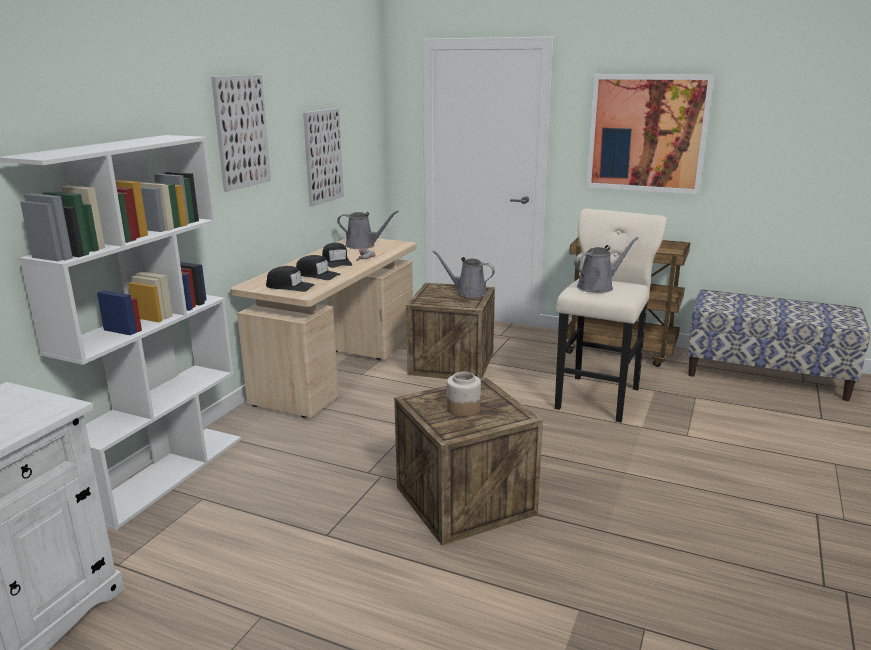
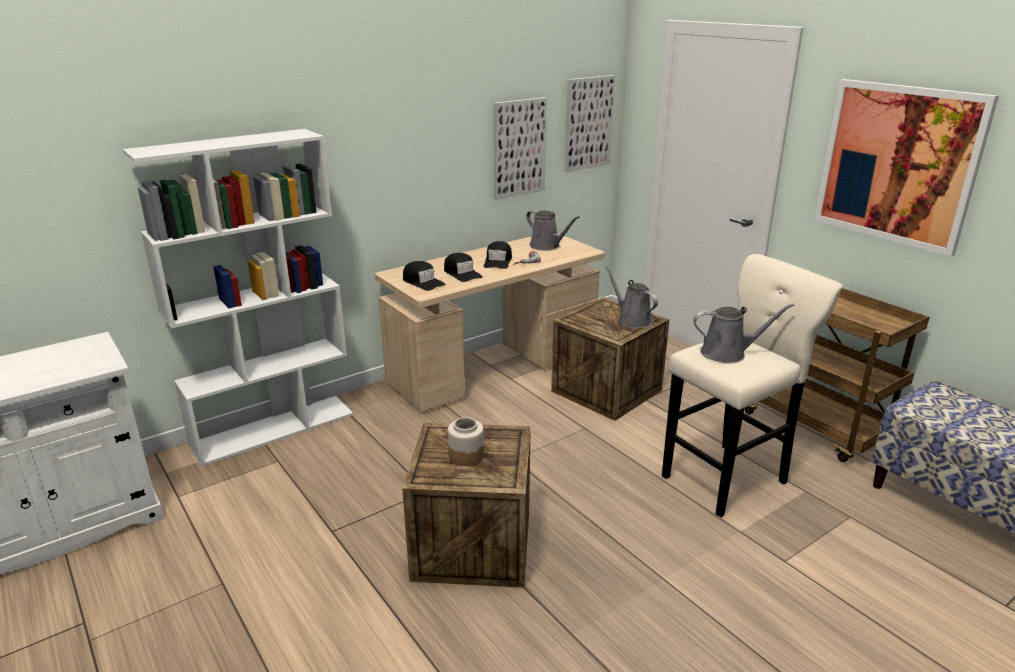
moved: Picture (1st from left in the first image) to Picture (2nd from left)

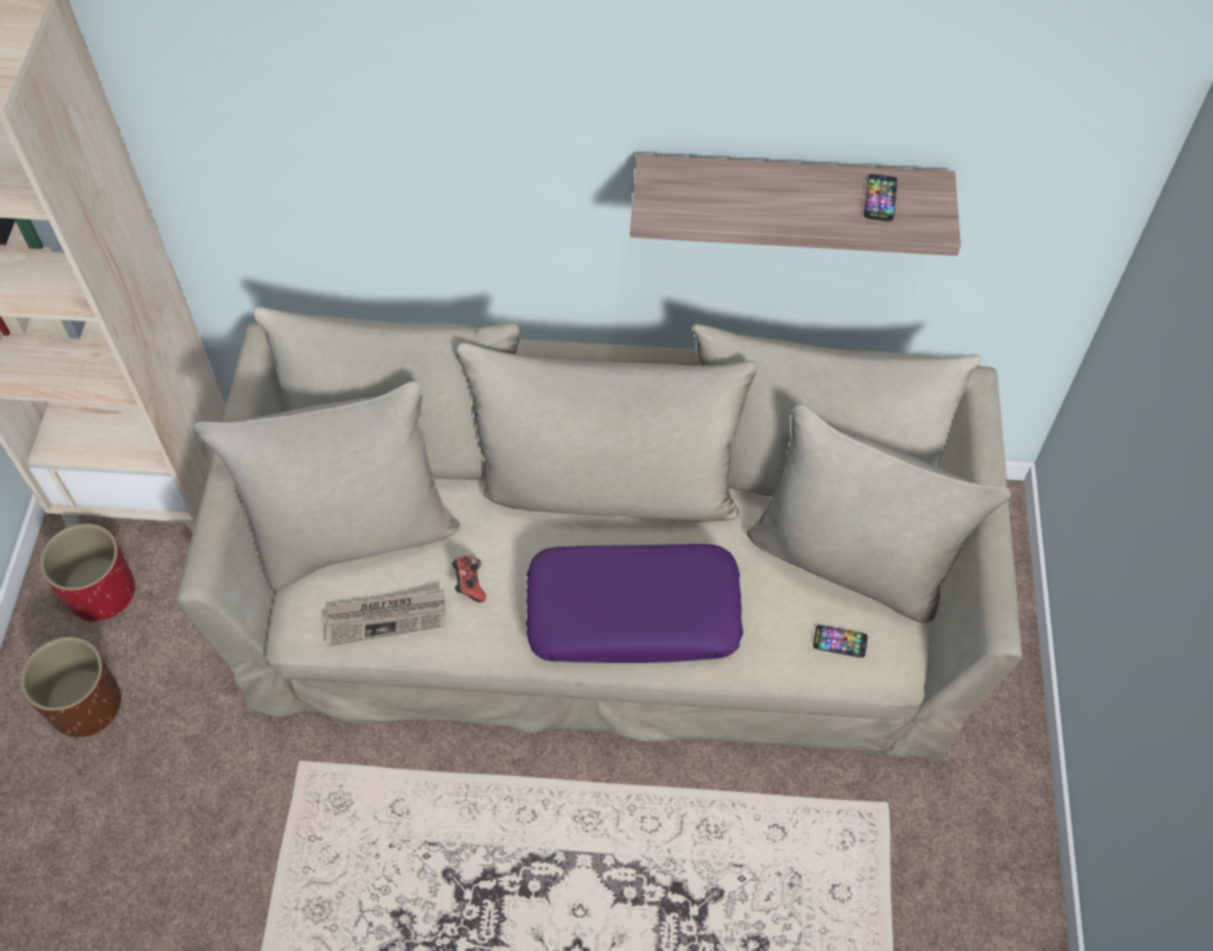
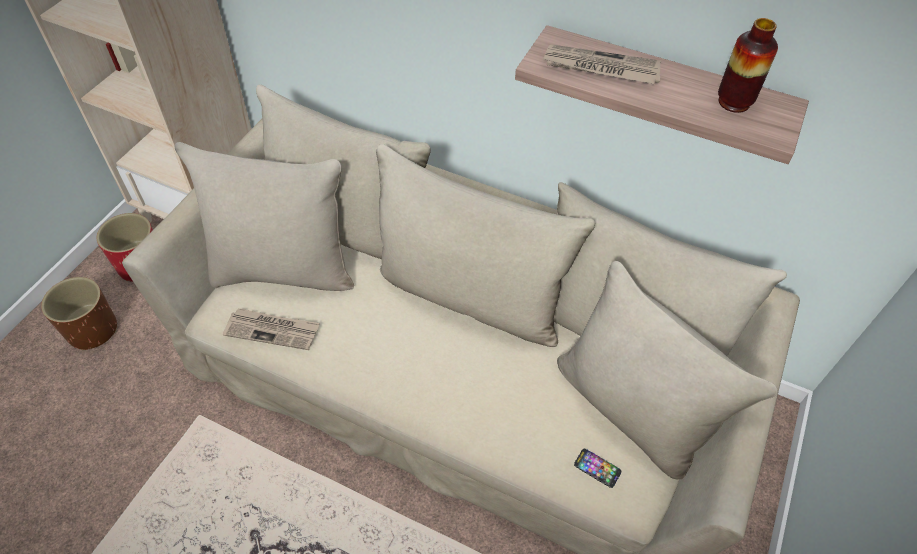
removed: PurplePillow; GameController
added: Newspaper (2nd from left)
replaced: Phone (2nd from left) to Vase

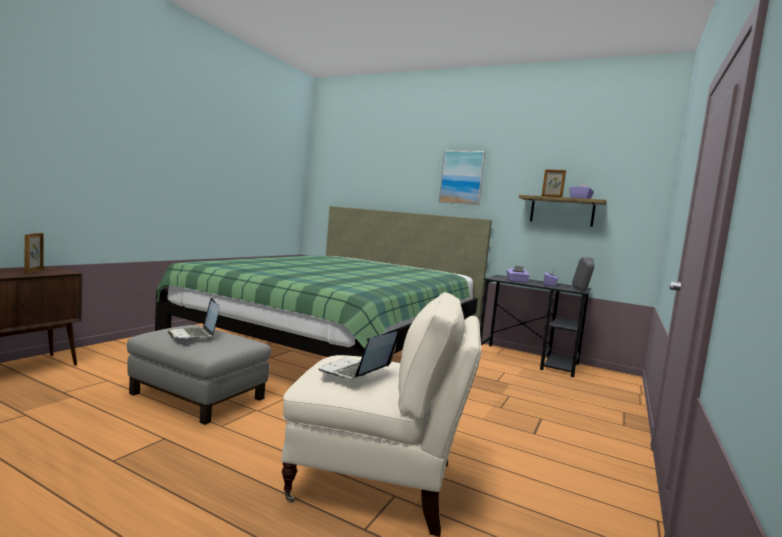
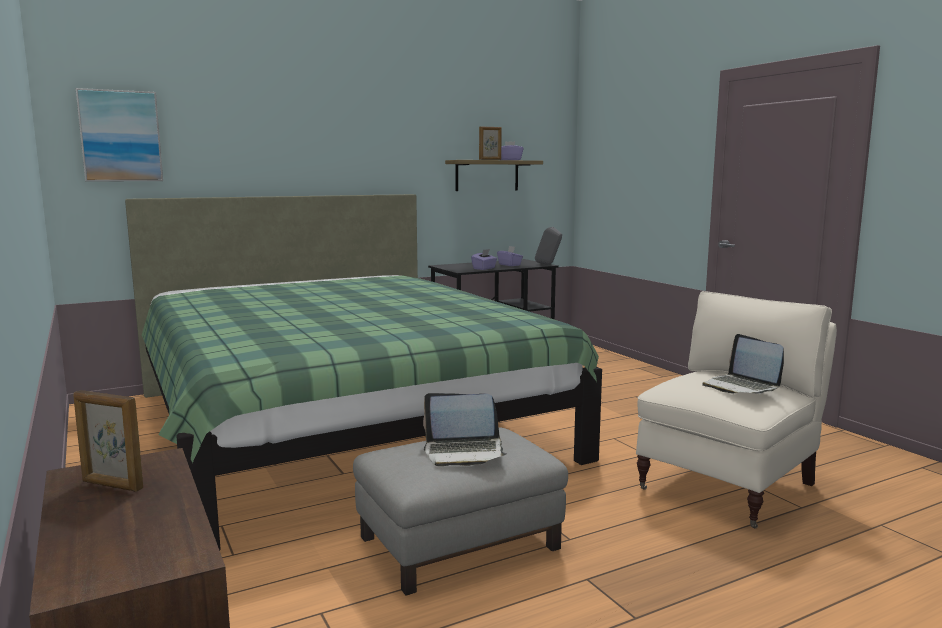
moved: Picture

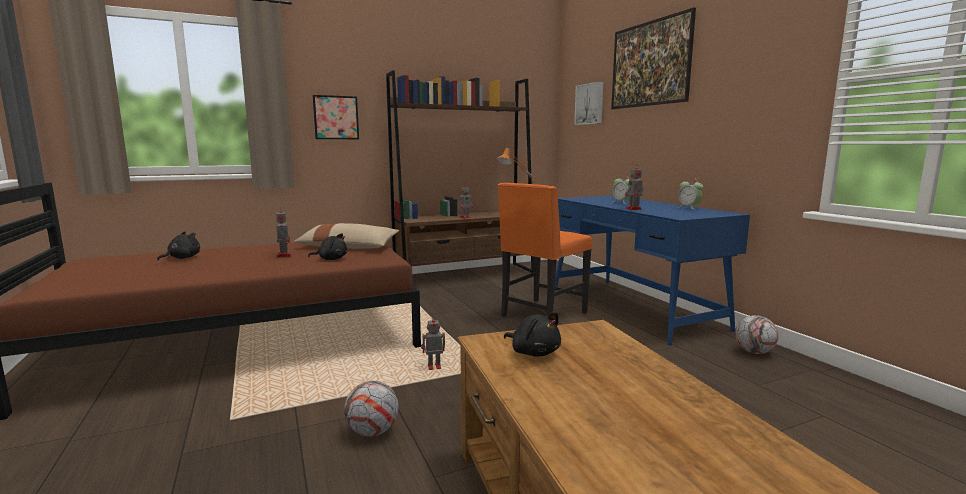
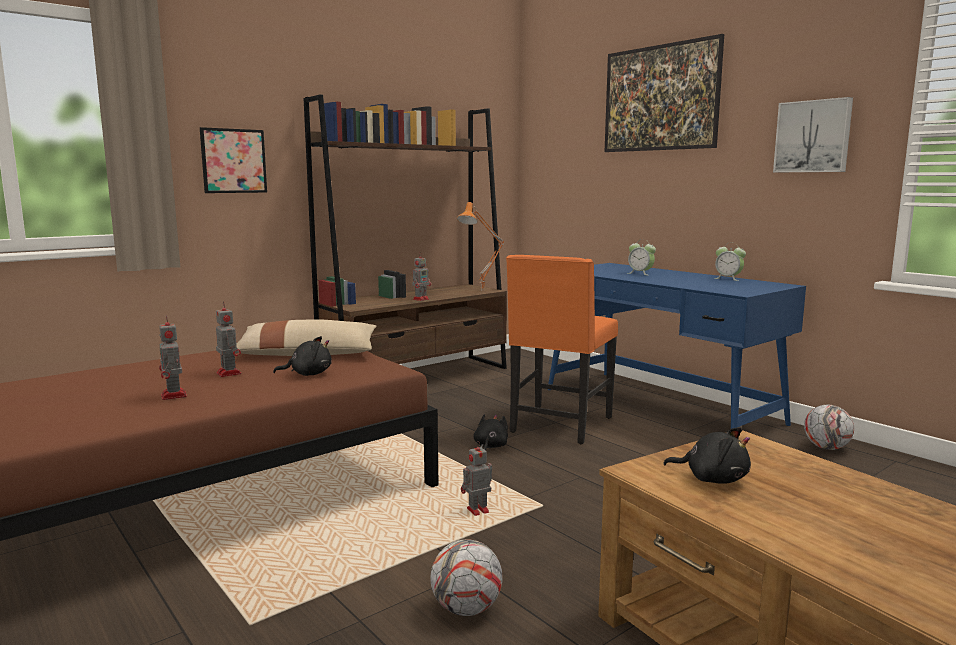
moved: Picture (2nd from left in the first image) to Picture (3rd from left); ToyRobot (4th from left in the first image) to ToyRobot (1st from left); BlackPlushToy (1st from left in the first image) to BlackPlushToy (2nd from left)

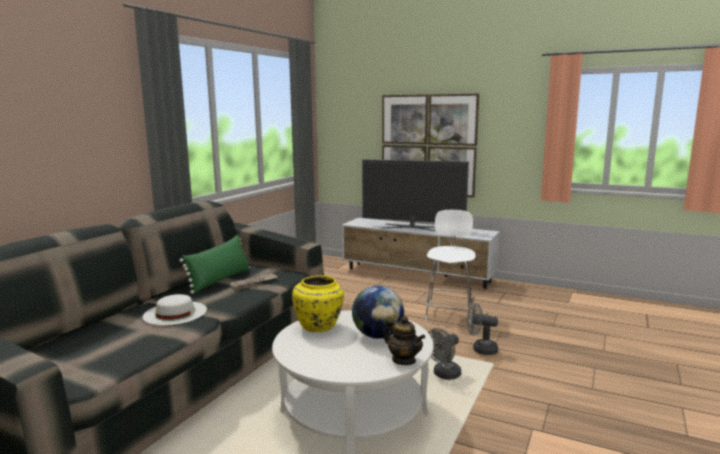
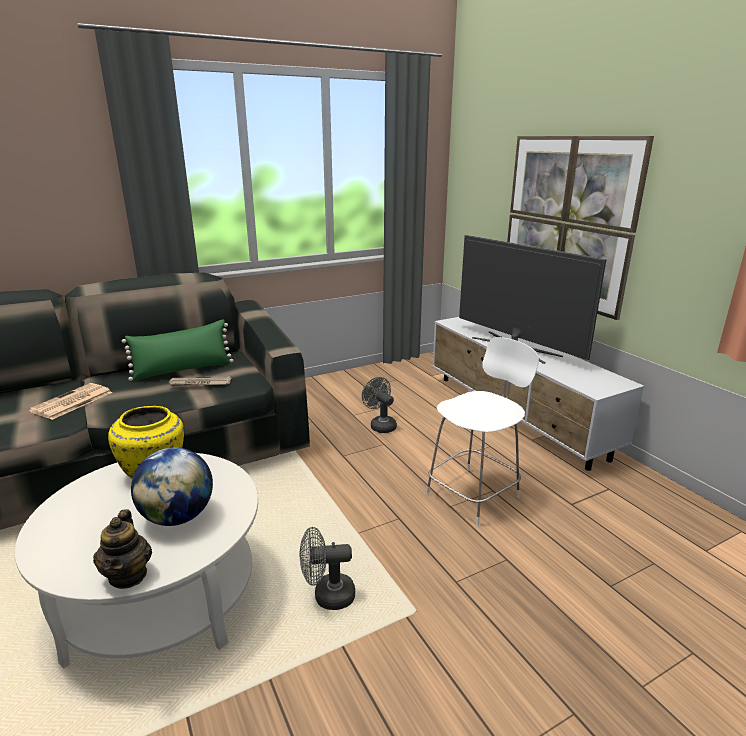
moved: GreyFan (2nd from left)
replaced: WhiteHat to Newspaper (1st from left)

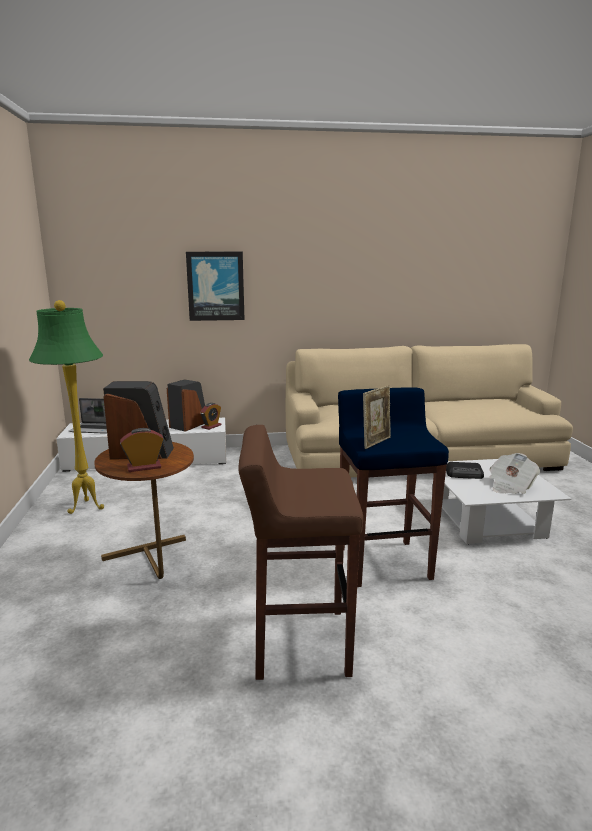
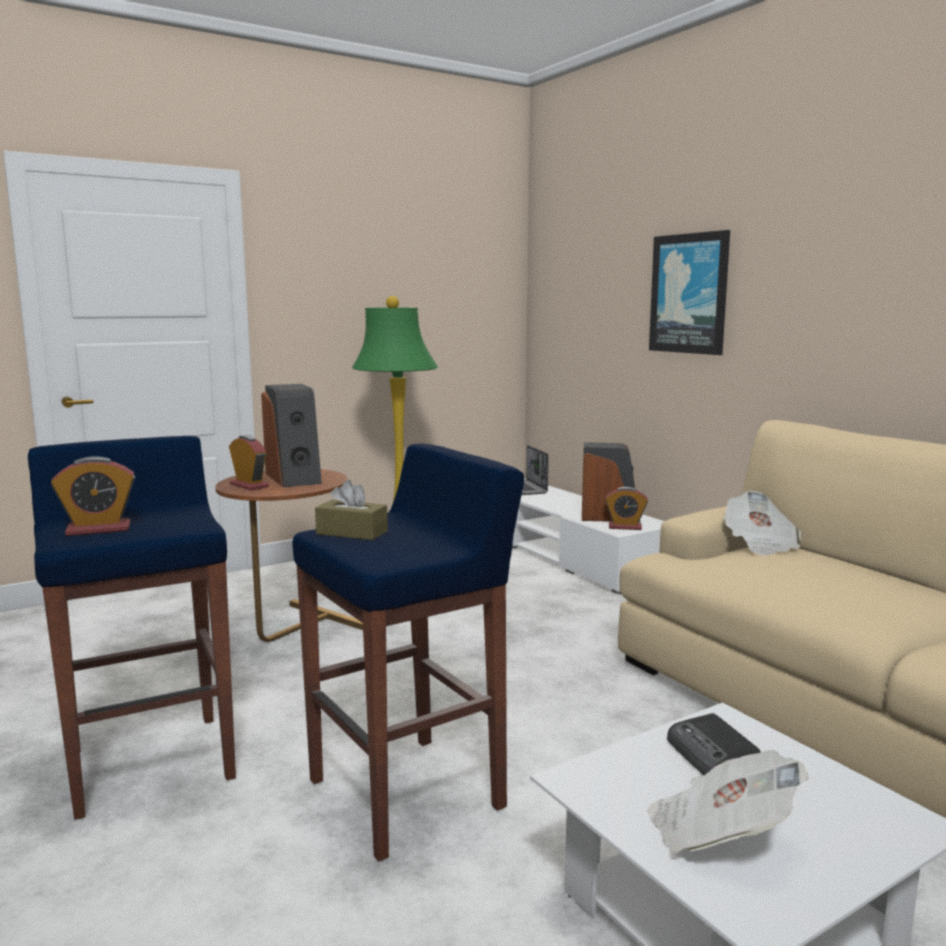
added: AlarmClock (1st from left); Newspaper (2nd from left)
replaced: PictureFrame to BrownTissueBox
recoloured: BrownStool to BlueStool (1st from left)

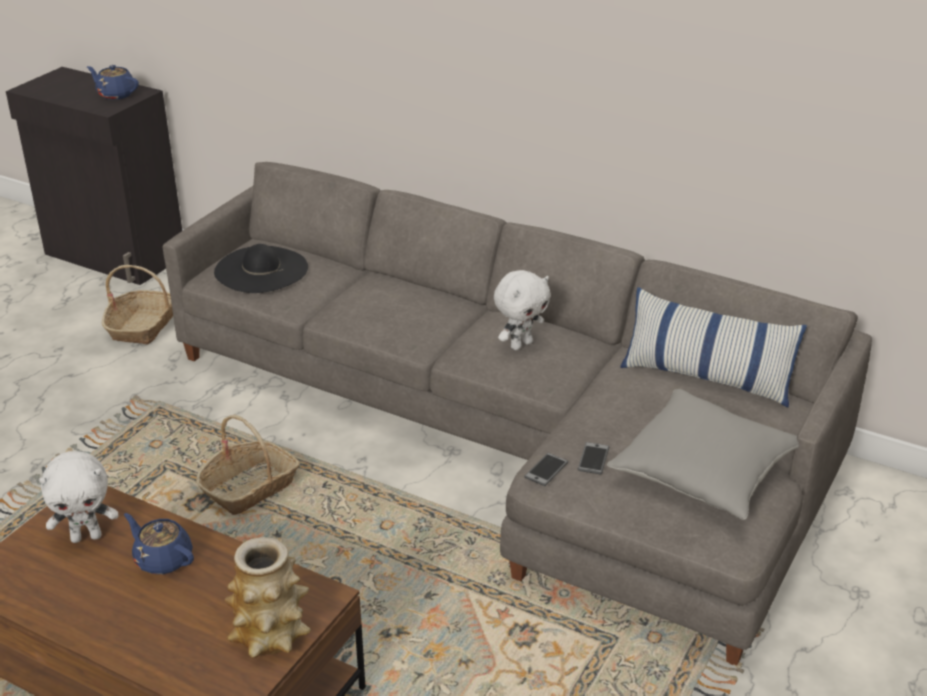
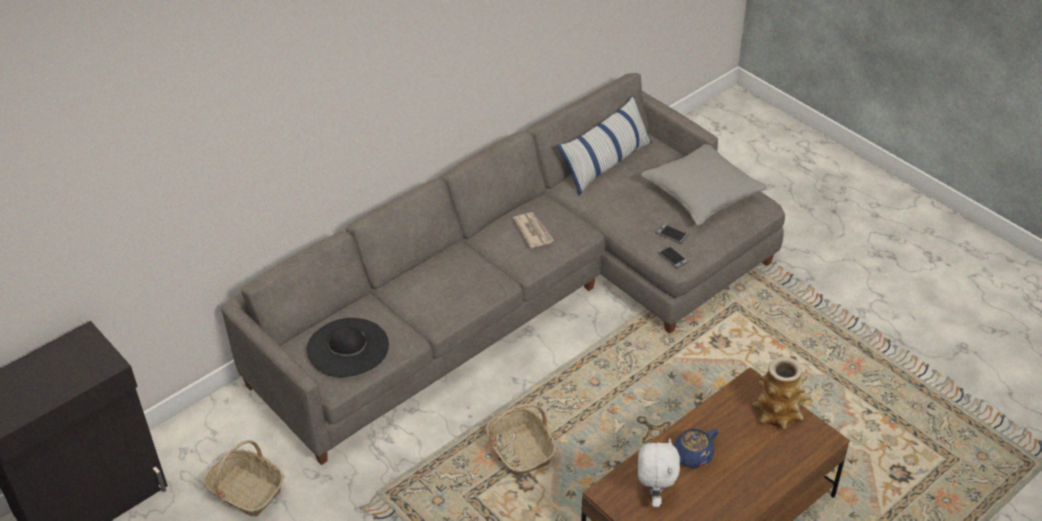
removed: BlueTeapot (1st from left)
replaced: WhitePlushToy (2nd from left) to Newspaper

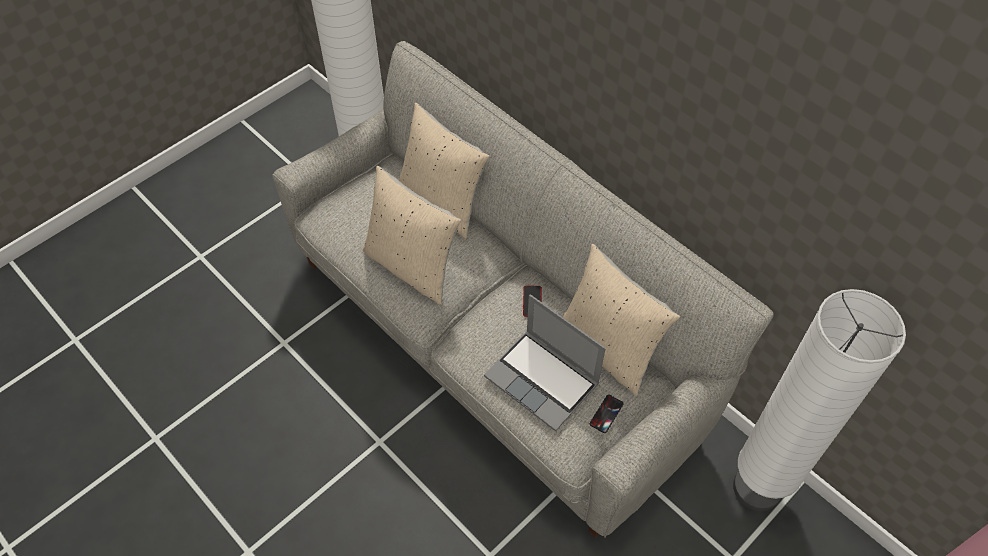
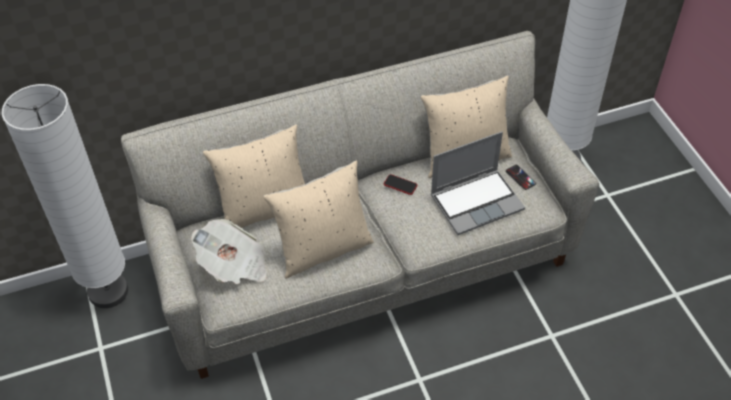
added: Newspaper

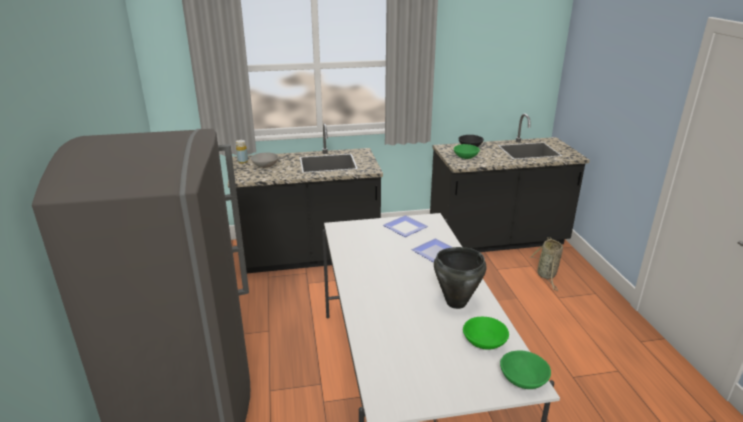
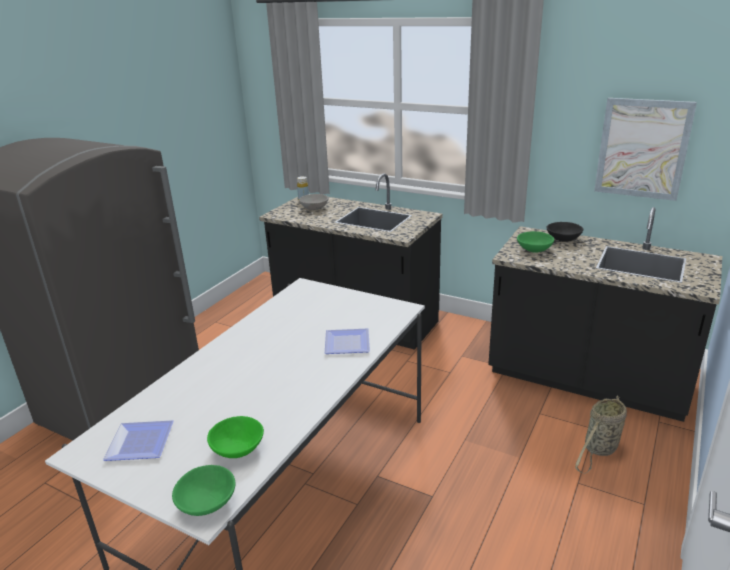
removed: BlackCookingPot
added: Picture
moved: Plate (1st from left)

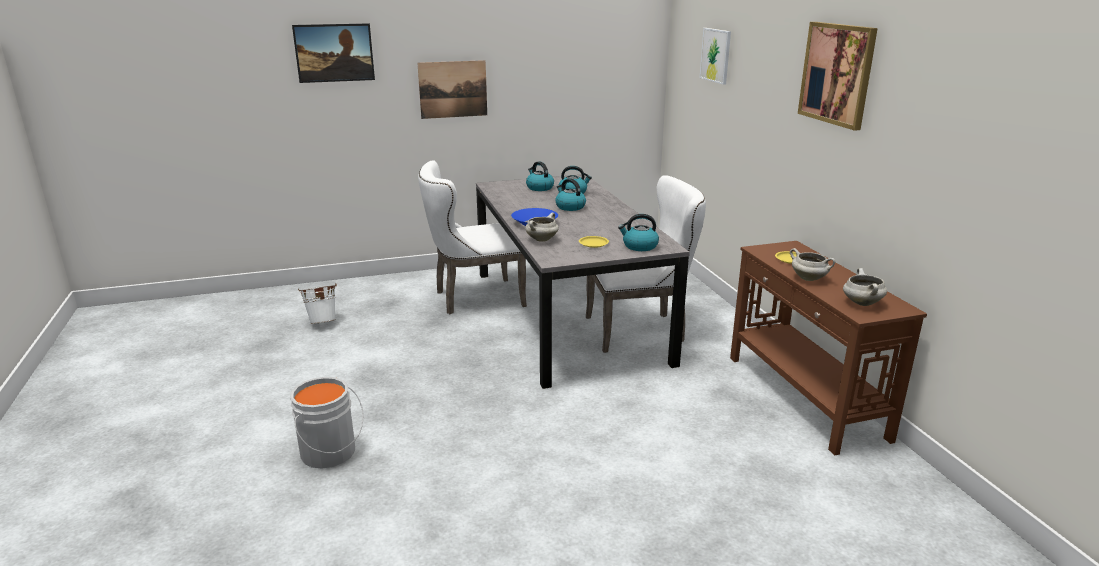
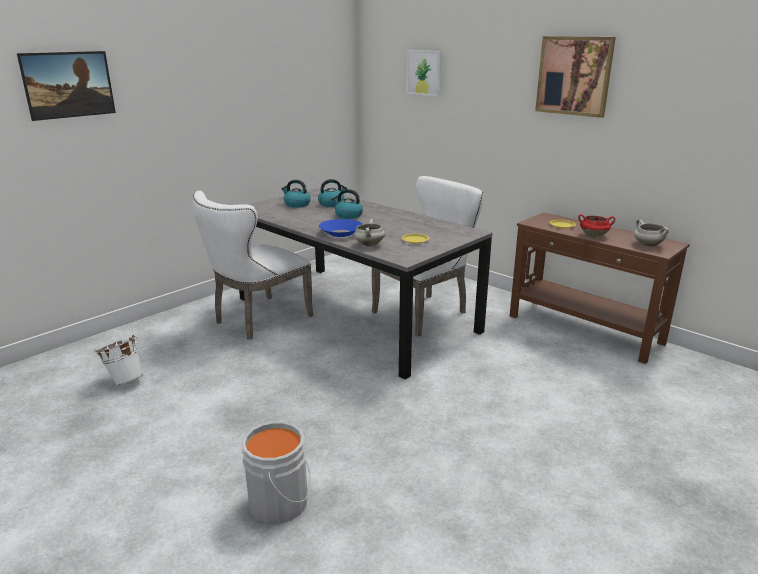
removed: Picture (2nd from left); Kettle (4th from left)
recoloured: WhiteCookingPot (2nd from left) to RedCookingPot

